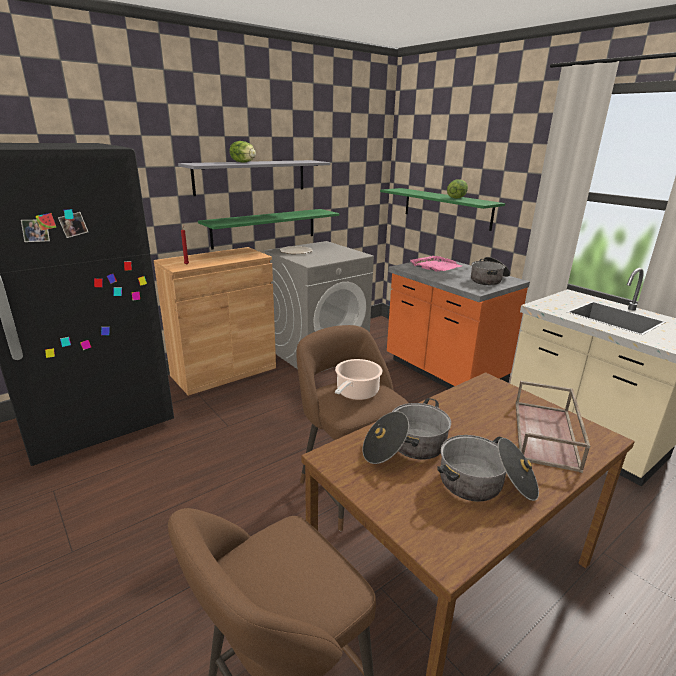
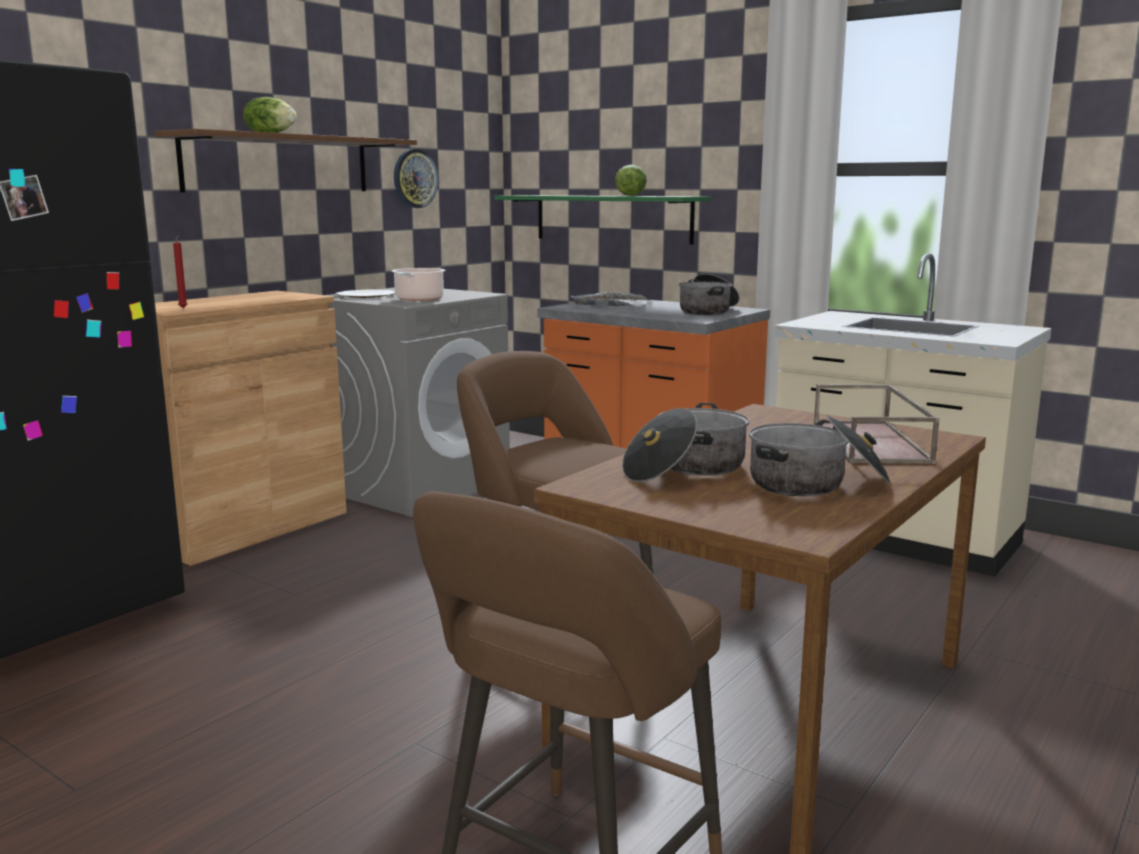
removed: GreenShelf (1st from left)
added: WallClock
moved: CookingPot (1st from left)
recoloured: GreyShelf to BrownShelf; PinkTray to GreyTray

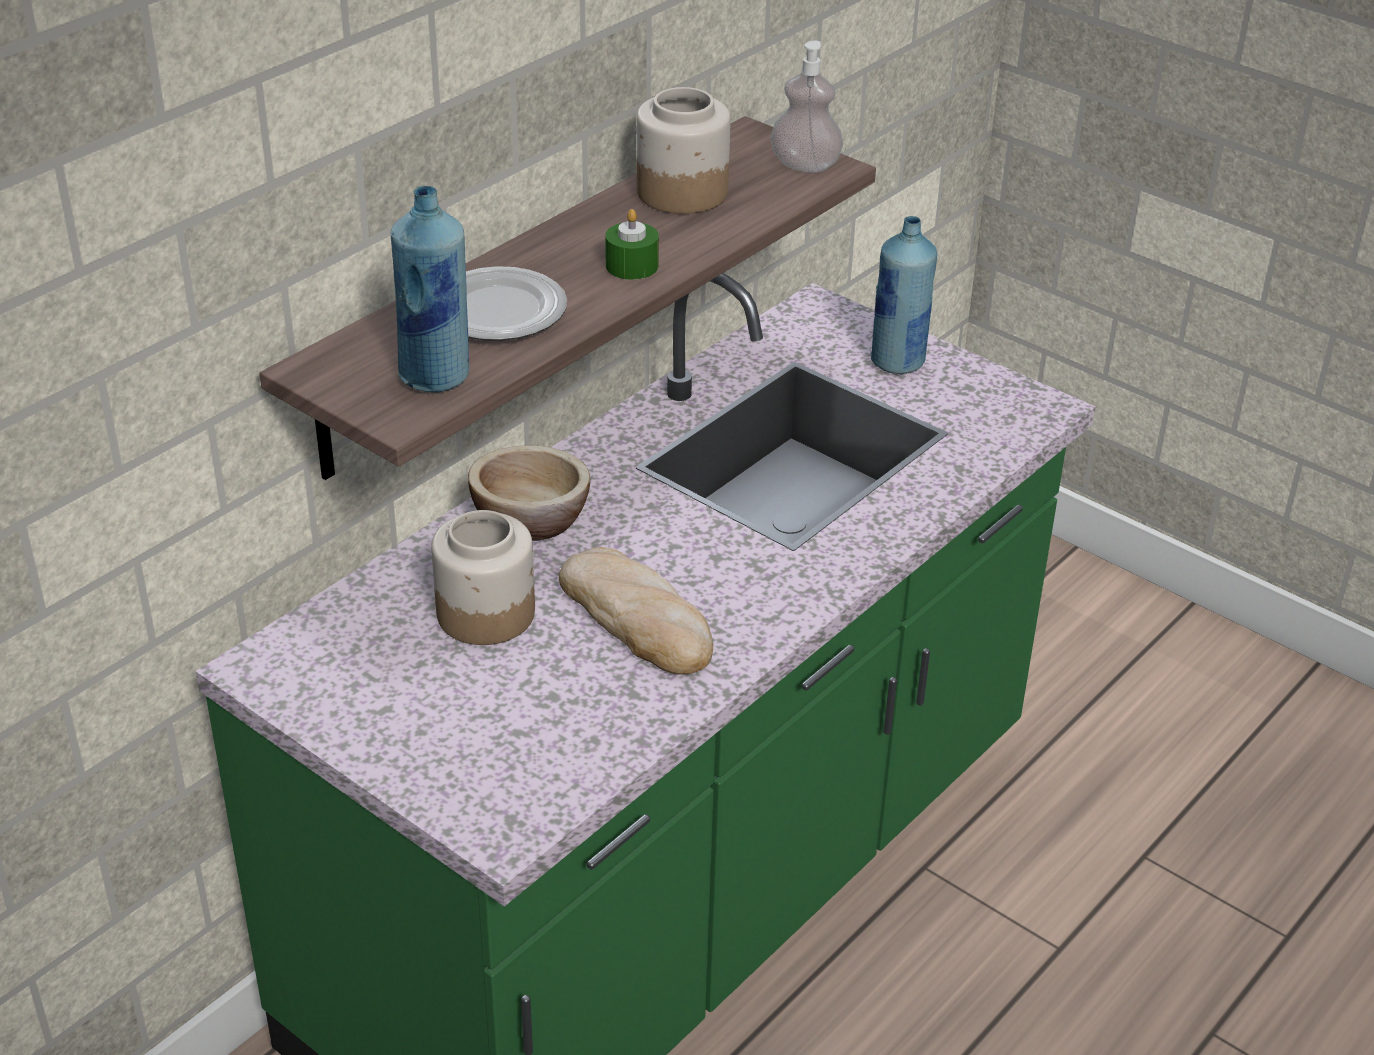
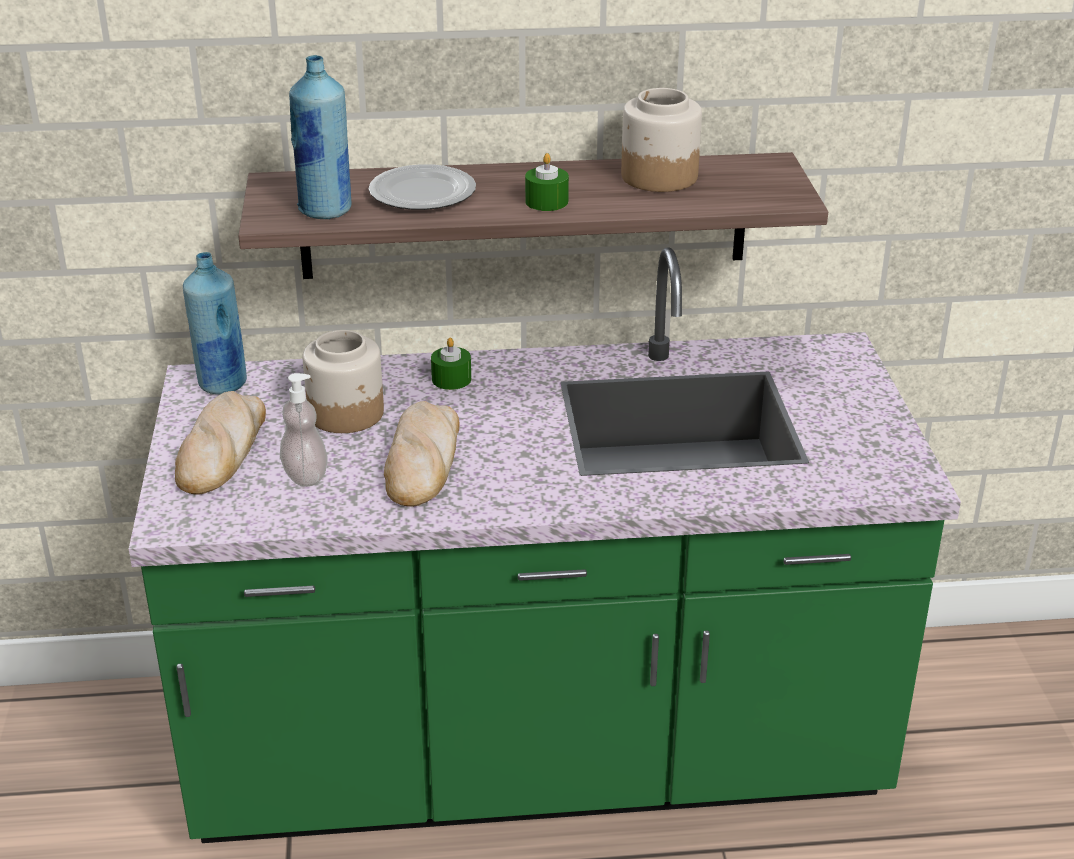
added: Bread (1st from left)
moved: SoapDispenser; BlueBottle (2nd from left in the first image) to BlueBottle (1st from left)
replaced: Bowl to GreenCandle (1st from left)

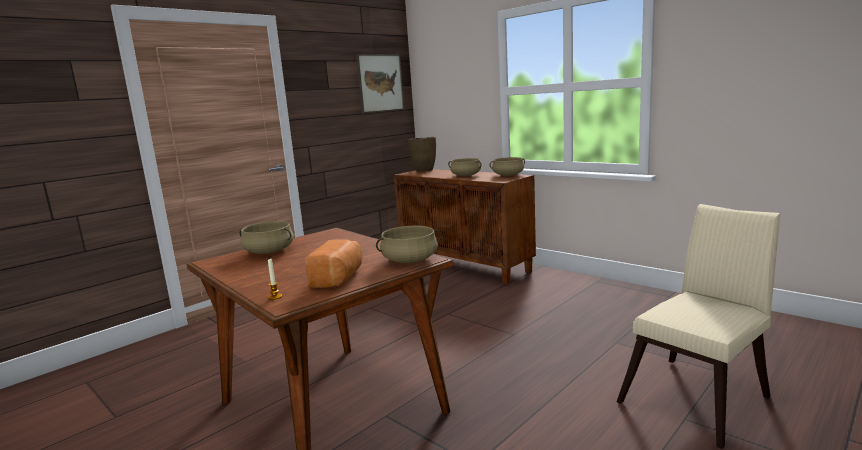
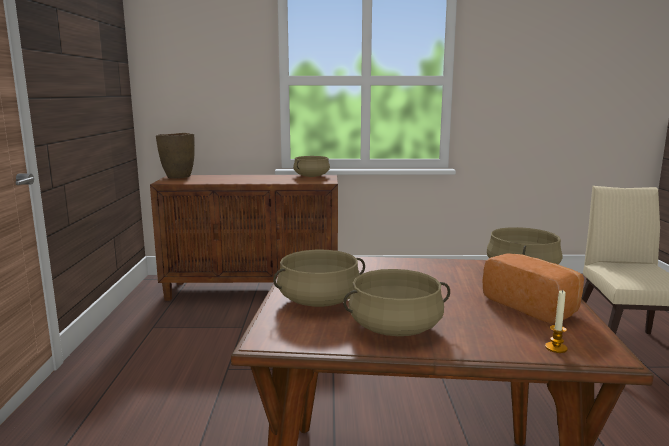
removed: Picture
moved: BeigeCookingPot (3rd from left)

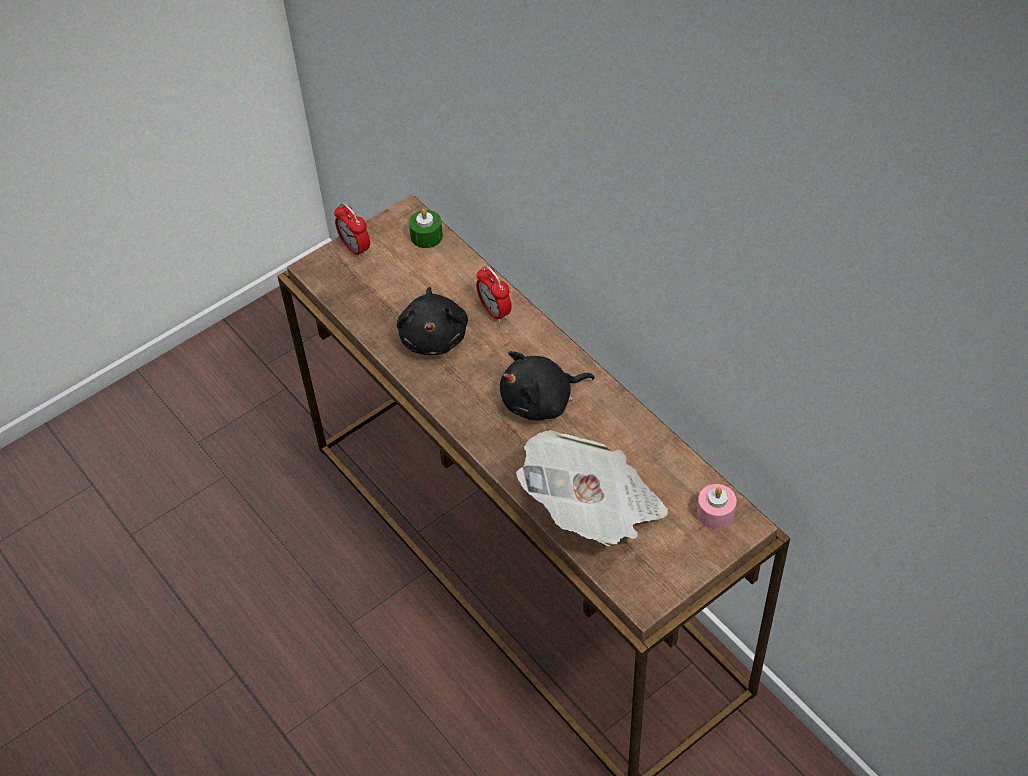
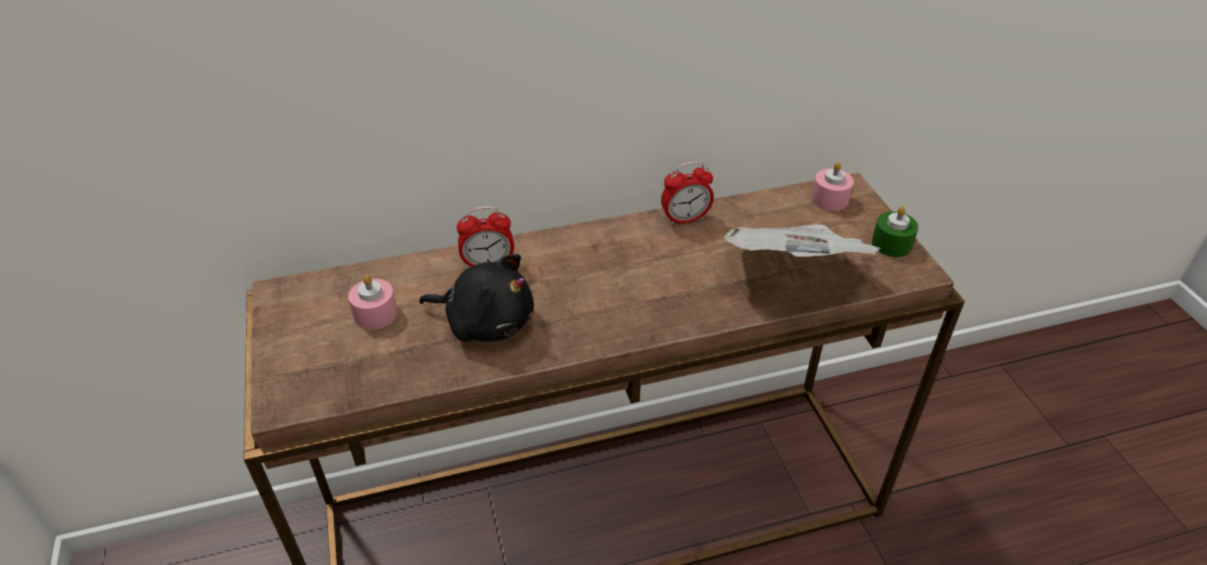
removed: BlackPlushToy (2nd from left)
added: PinkCandle (1st from left)
moved: AlarmClock (1st from left in the first image) to AlarmClock (2nd from left); GreenCandle

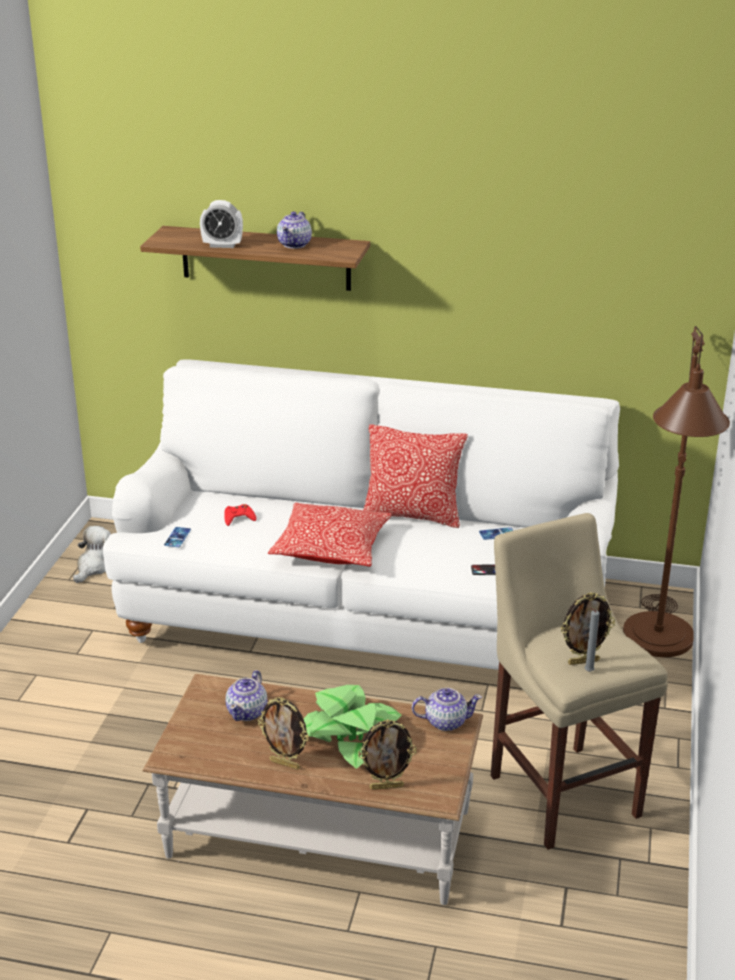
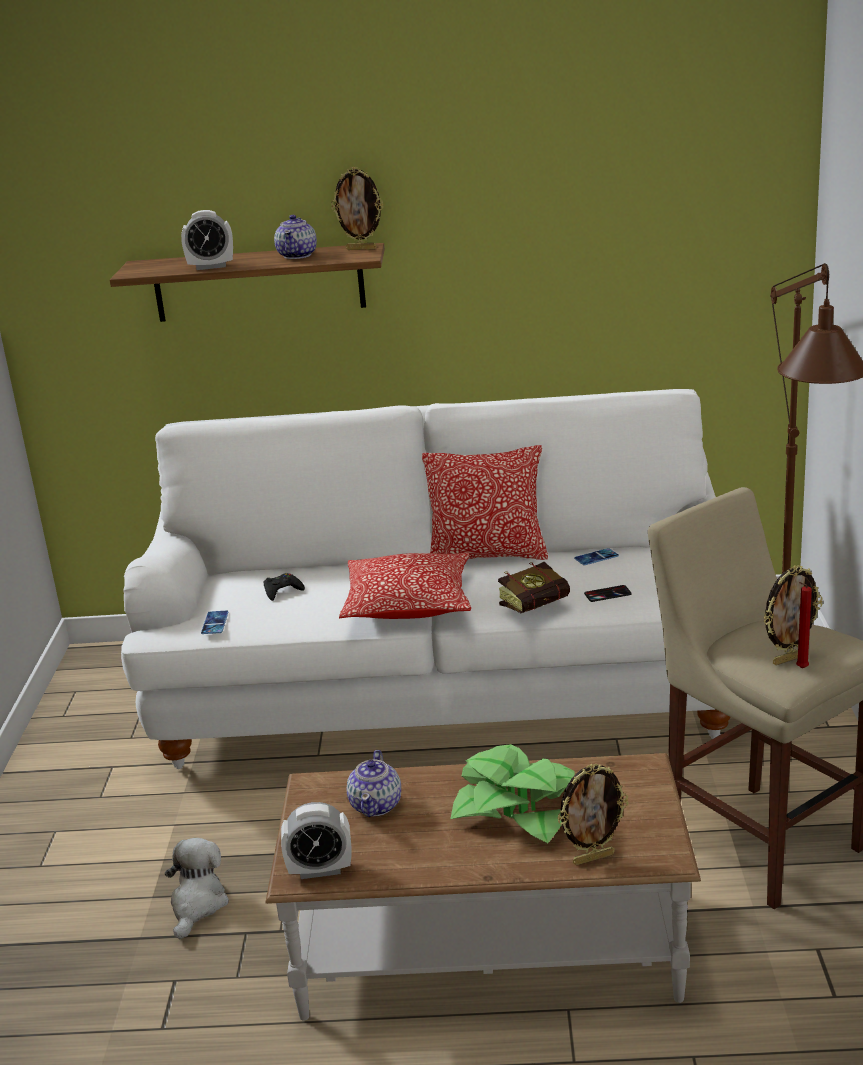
removed: Teapot (3rd from left)
added: Book; AlarmClock (2nd from left)
moved: PlushToy; PictureFrame (1st from left)
recoloured: RedGameController to BlackGameController; GreyCandle to RedCandle

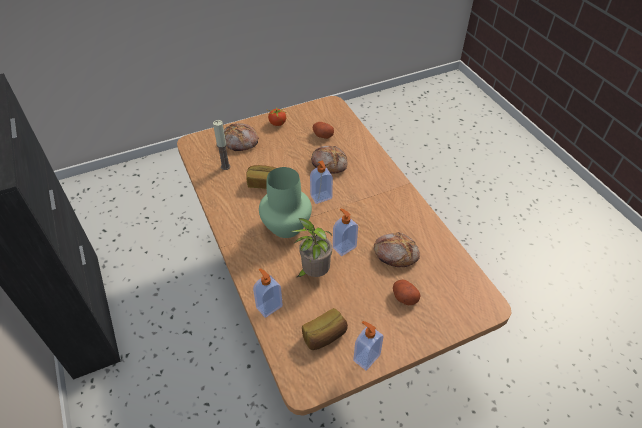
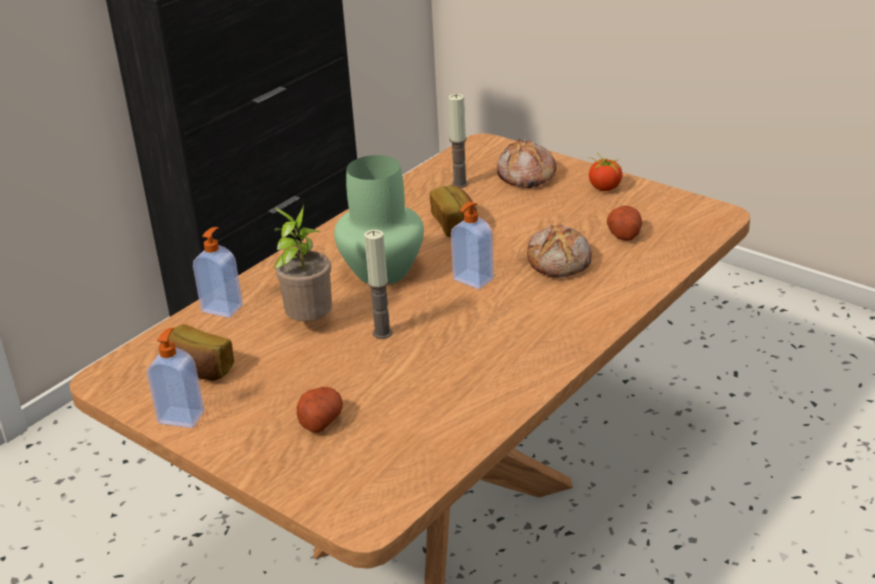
removed: Bread (5th from left)
replaced: SoapDispenser (3rd from left) to Candle (1st from left)

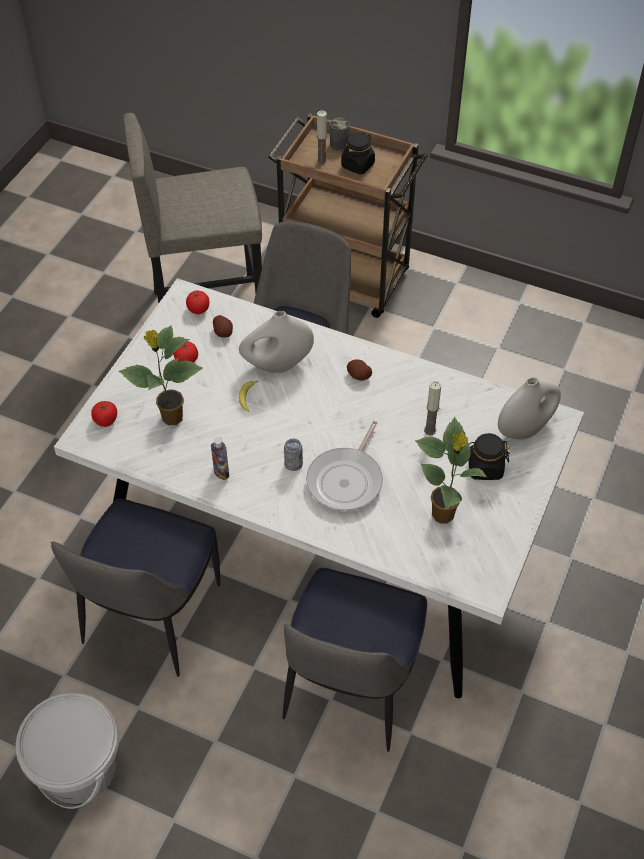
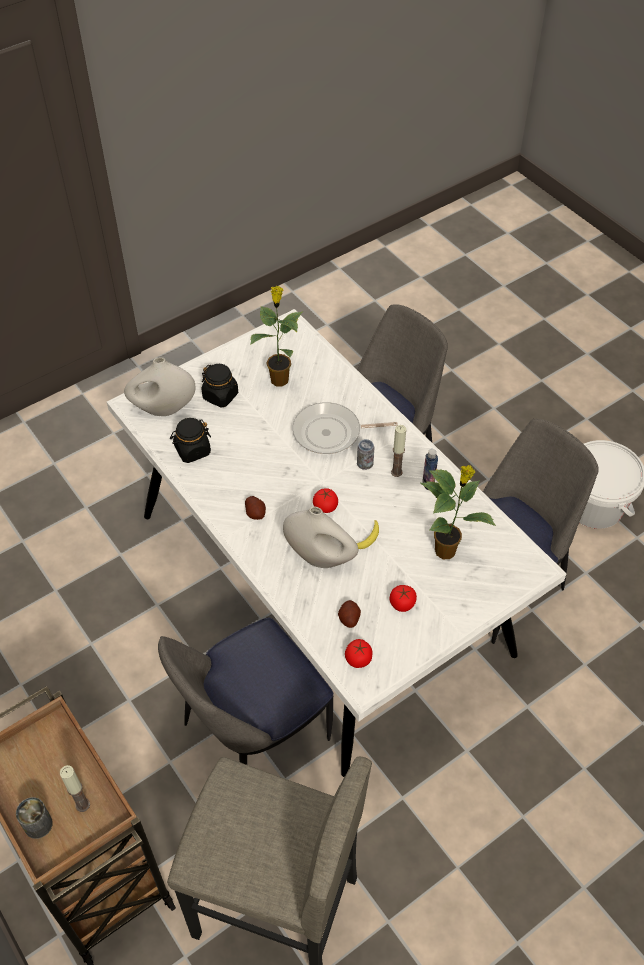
moved: BlackJar (1st from left); Candle (2nd from left); Tomato (1st from left)
turned: FryingPan 150 degrees counterclockwise

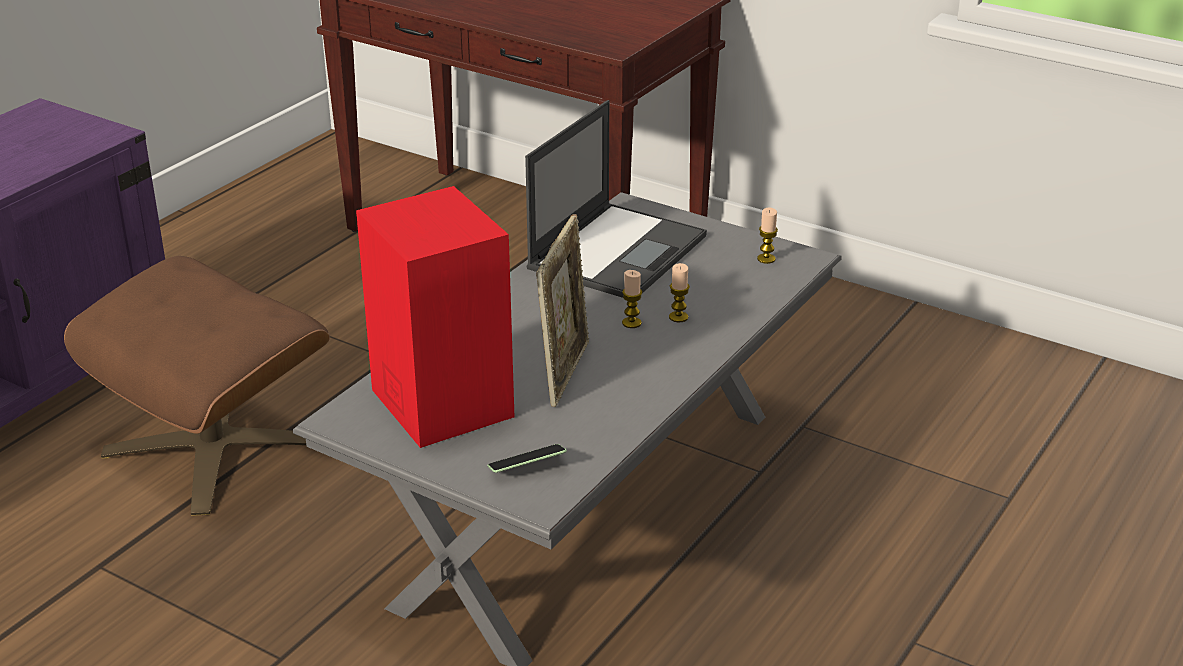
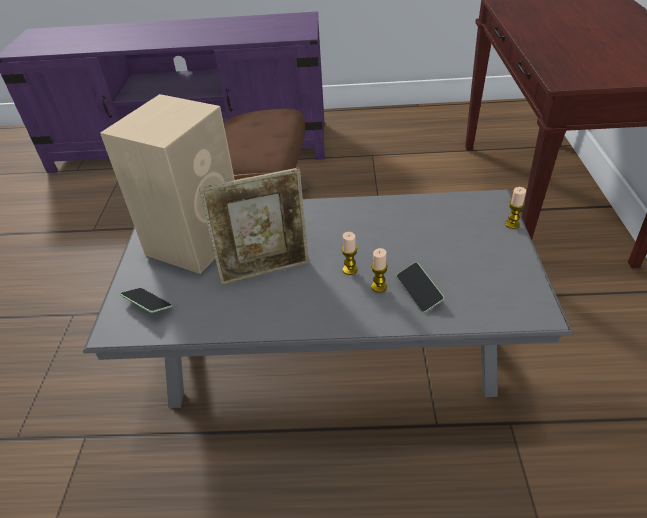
removed: Laptop
added: Phone (2nd from left)
moved: Candle (3rd from left)
recoloured: RedSpeaker to BeigeSpeaker

